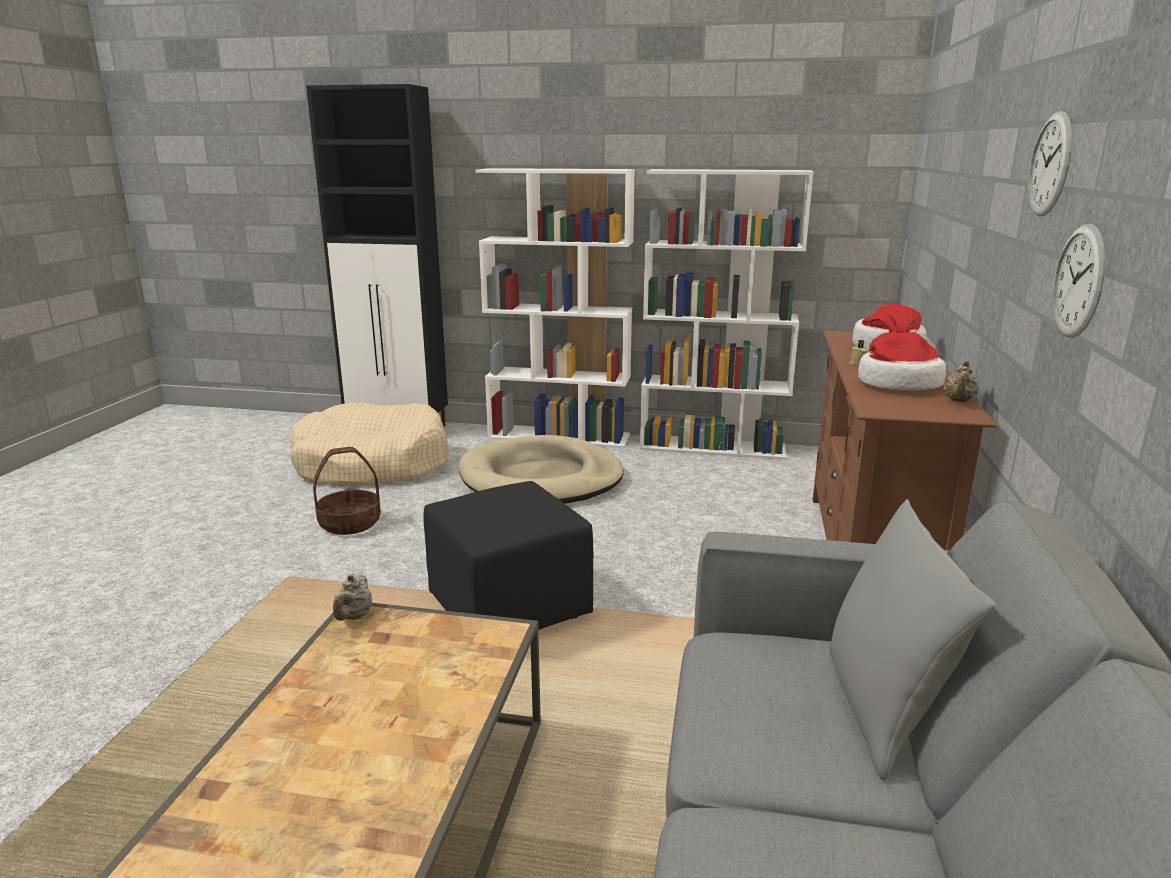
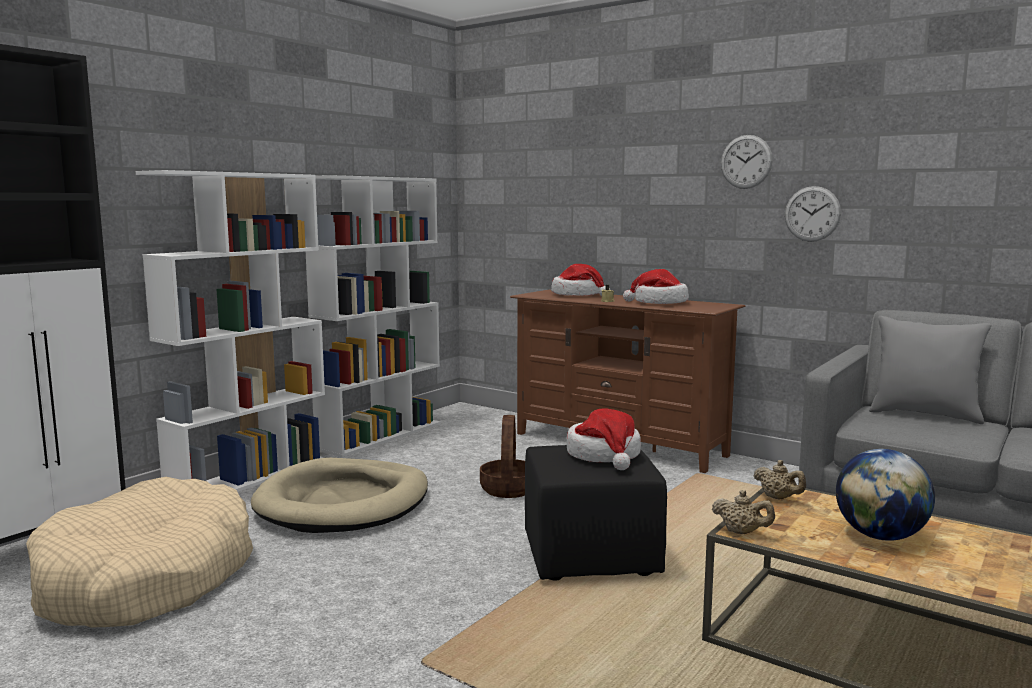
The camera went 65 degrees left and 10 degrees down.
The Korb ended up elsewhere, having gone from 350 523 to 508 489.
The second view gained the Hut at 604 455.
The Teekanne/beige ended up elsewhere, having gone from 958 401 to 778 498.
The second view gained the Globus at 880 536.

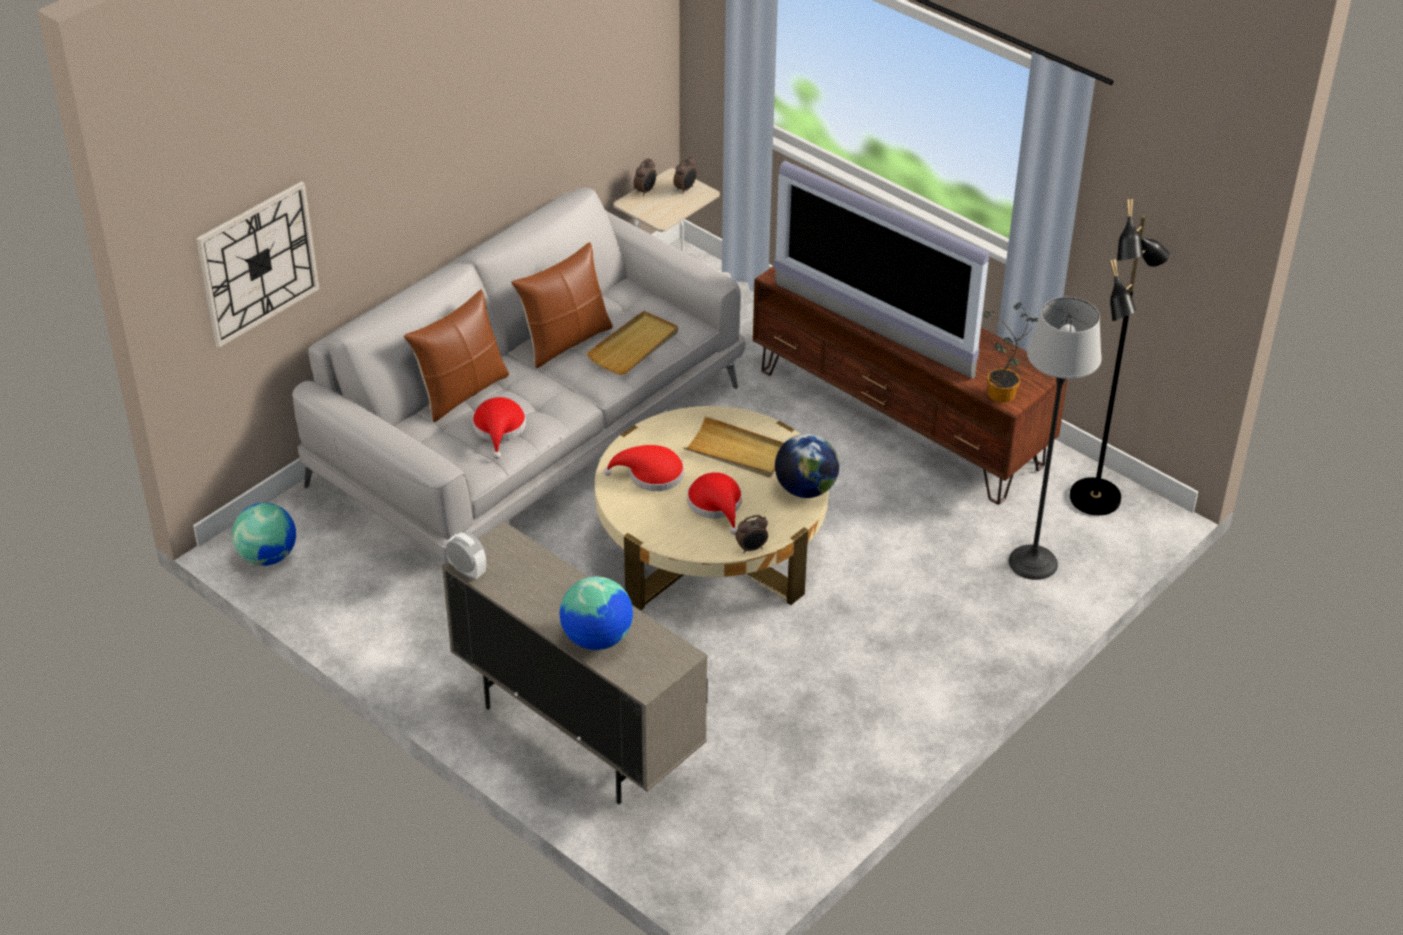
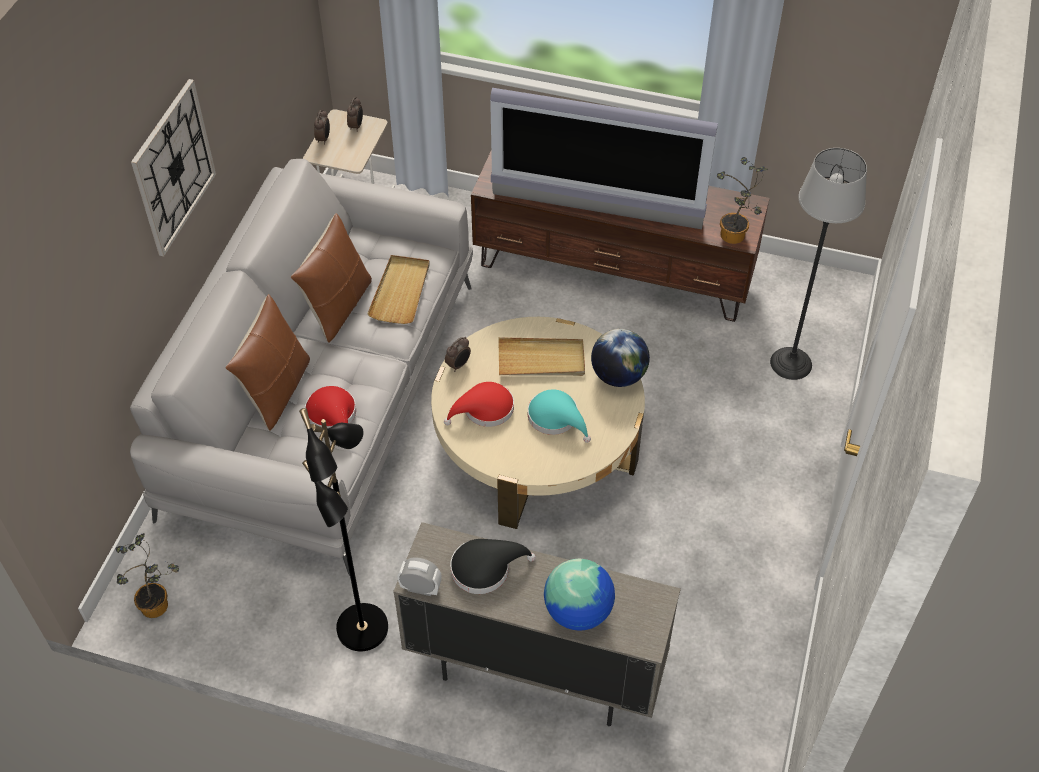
The camera went 25 degrees left and 10 degrees up.
Where the Globus stood at 268 556, the Topfpflanze came to stand at 159 606.
The Wanduhr ended up elsewhere, having gone from 258 263 to 173 167.
The Stehlampe/schwarz ended up elsewhere, having gone from 1096 499 to 364 629.
The Wecker ended up elsewhere, having gone from 752 548 to 458 365.
The second view gained the Hut/schwarz at 485 568.
What was the Hut/rot at 717 505 turned into the Hut/türkis at 556 418.

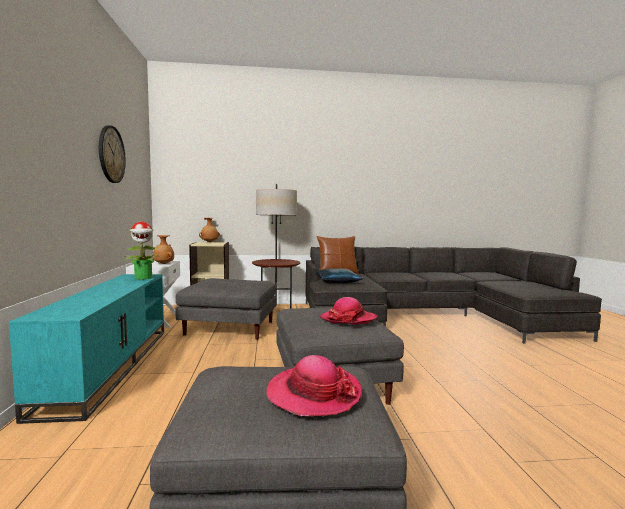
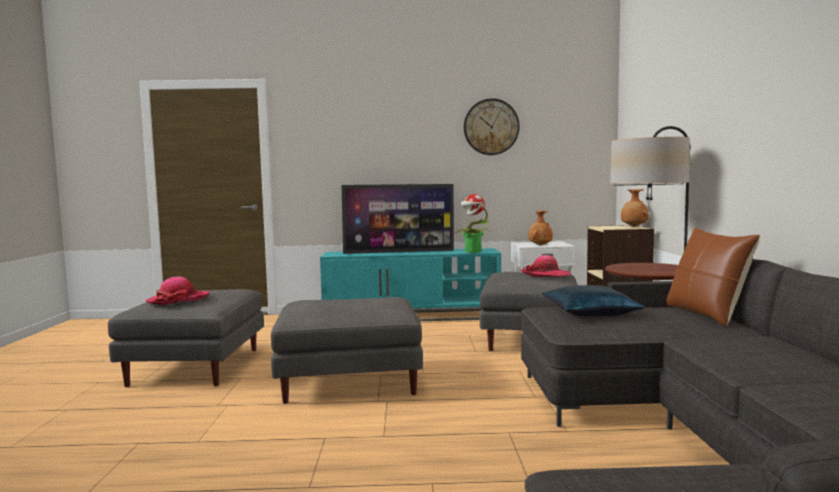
The camera went 95 degrees right and 0 degrees up.
The second view gained the Fernseher at 399 252.
The Hut ended up elsewhere, having gone from 348 319 to 545 275.

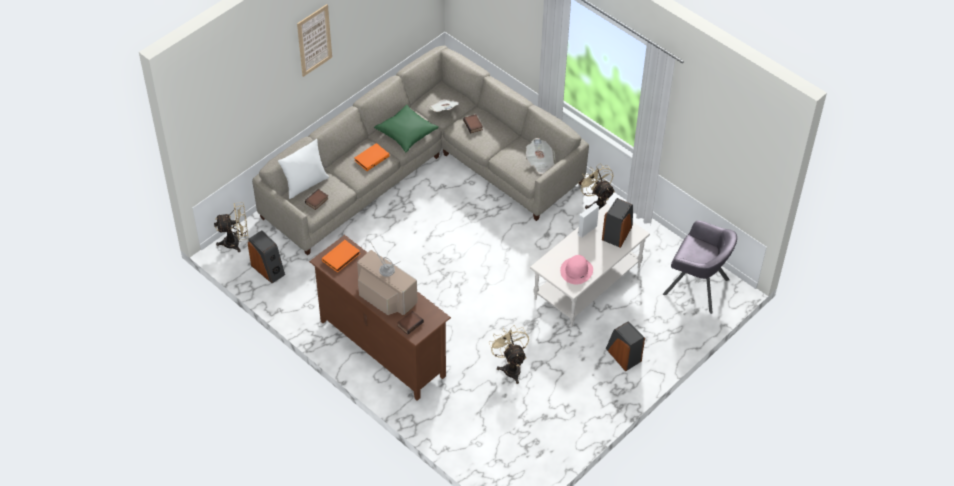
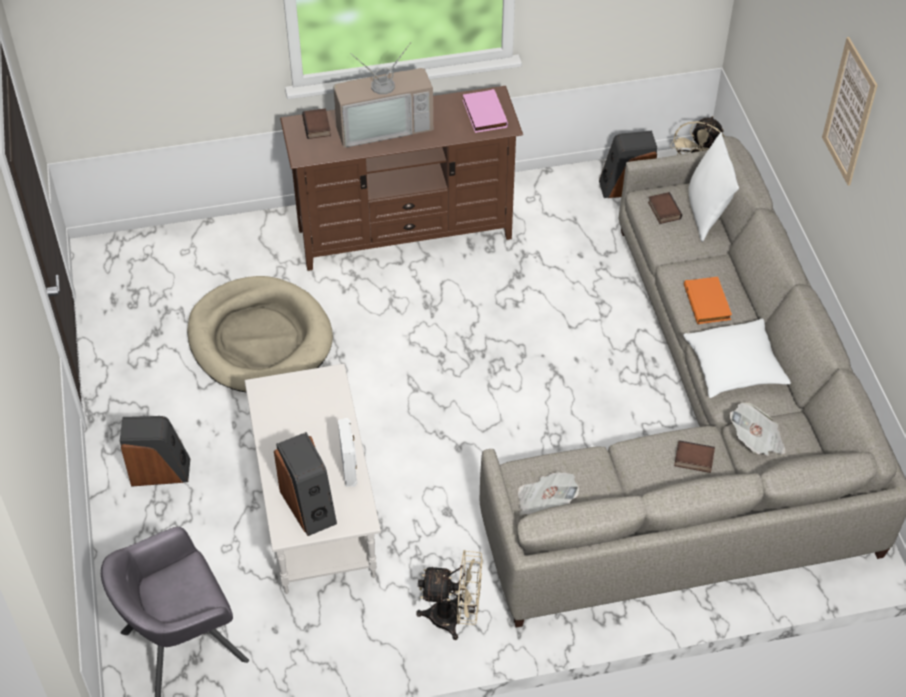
The camera went 125 degrees right and 0 degrees up.
Where the Ventilator/beige stood at 510 367, the Hundebett/beige came to stand at 260 339.
What was the Buch/orange at 341 258 turned into the Buch/rosa at 483 114.
What was the Kissen/grün at 406 133 turned into the Kissen/weiß at 734 367.
The second view lost the Hut/rosa at 576 271.

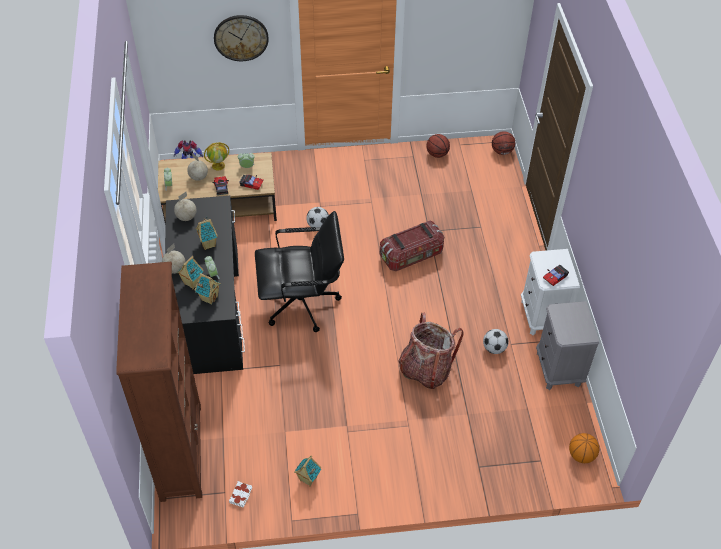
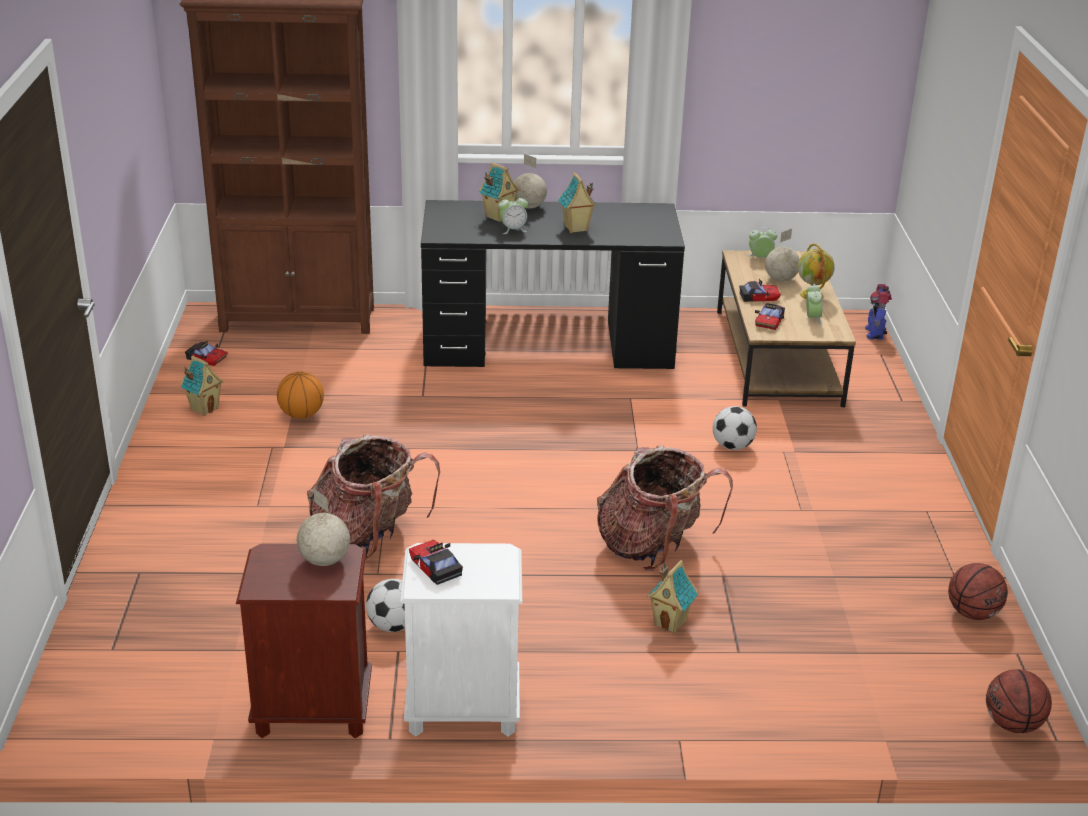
The camera went 95 degrees right and 20 degrees down.
Where the Buch/weiß stood at 241 495, the Spielzeugauto came to stand at 206 358.
What was the Nachttisch/grau at 558 369 turned into the Nachttisch/braun at 312 711.
The Basketball ended up elsewhere, having gone from 581 455 to 301 415.
The Globus ended up elsewhere, having gone from 187 217 to 324 561.
Where the Aufbewahrungsbox stood at 412 255, the Rucksack came to stand at 653 547.
The Spielzeughaus ended up elsewhere, having gone from 209 298 to 671 623.
The second view lost the Wanduhr at 241 37.
The second view lost the Bürostuhl/schwarz at 302 304.

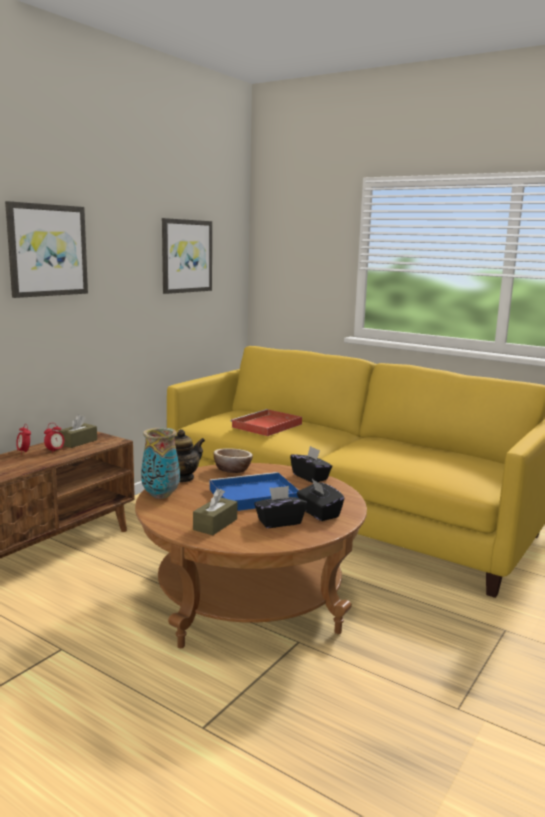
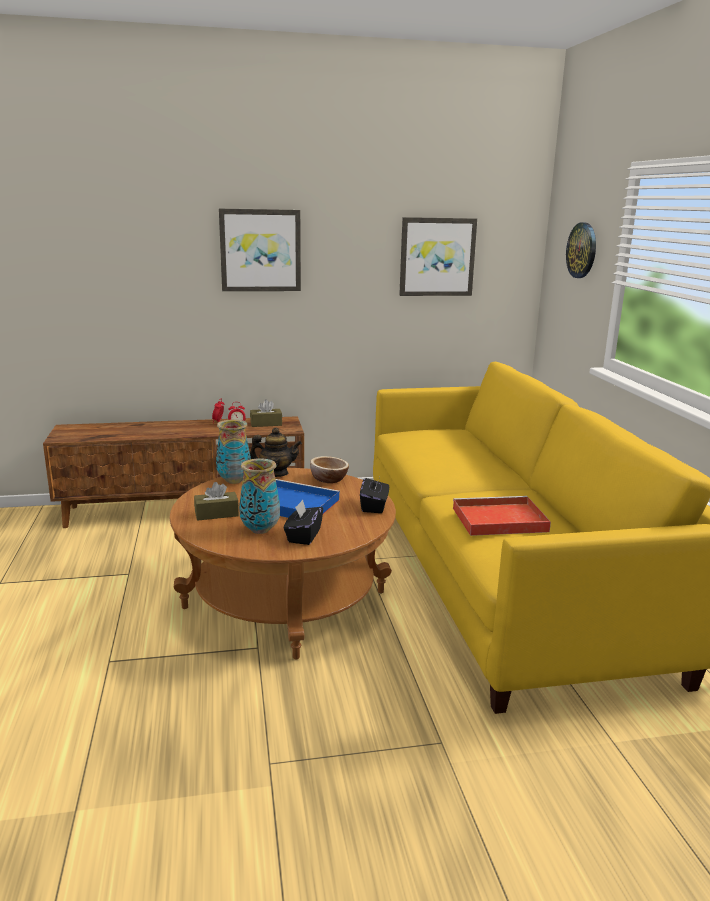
The camera went 45 degrees right and 5 degrees up.
Where the Taschentuchbox/schwarz stood at 279 522, the Vase came to stand at 259 530.
The Tablett/rot ended up elsewhere, having gone from 266 426 to 497 520.
The second view gained the Wanduhr at 582 250.

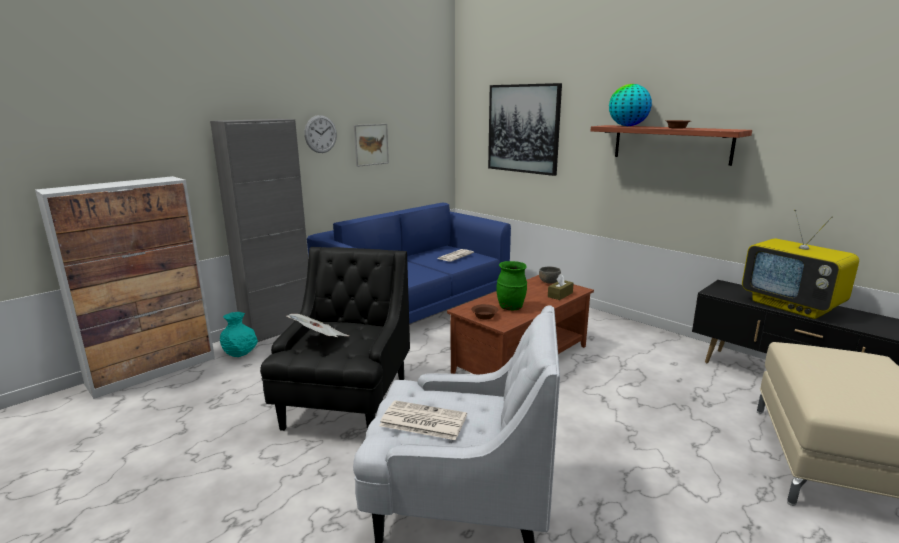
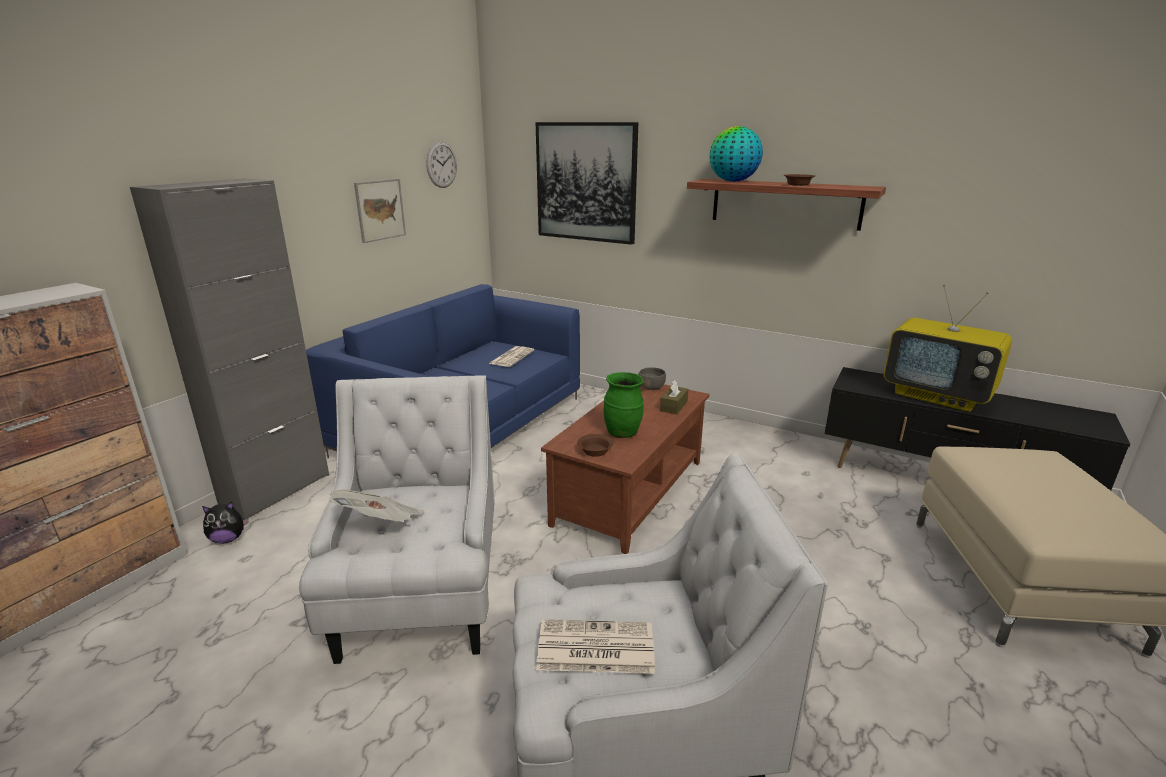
The camera went 15 degrees left and 5 degrees up.
Where the Vase/türkis stood at 240 353, the Plüschtier came to stand at 228 539.
What was the Sessel/schwarz at 346 403 turned into the Sessel/weiß at 420 599.
The Wanduhr ended up elsewhere, having gone from 320 134 to 441 164.

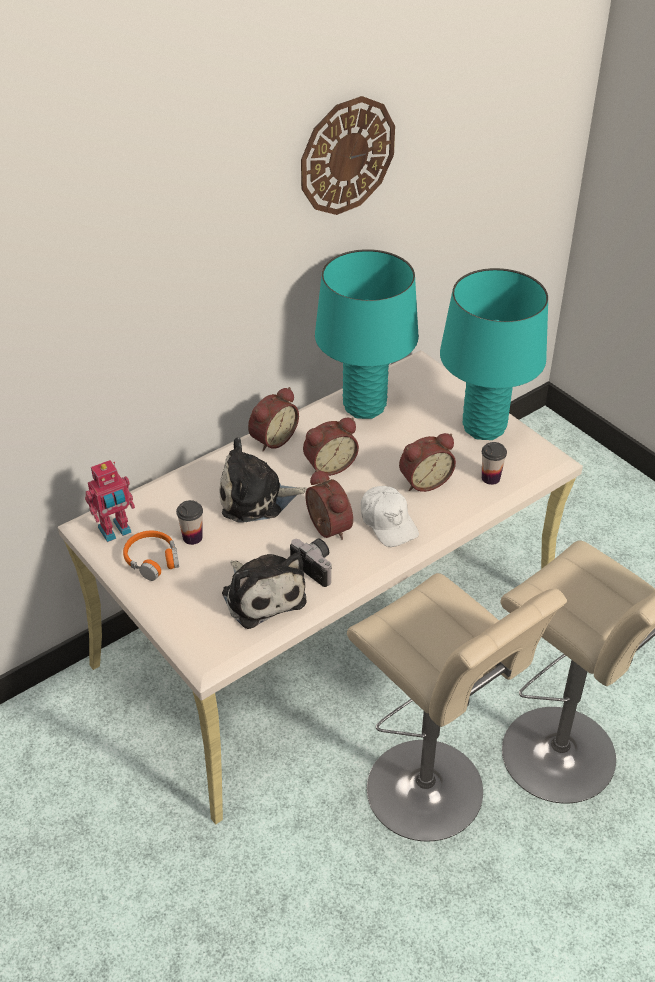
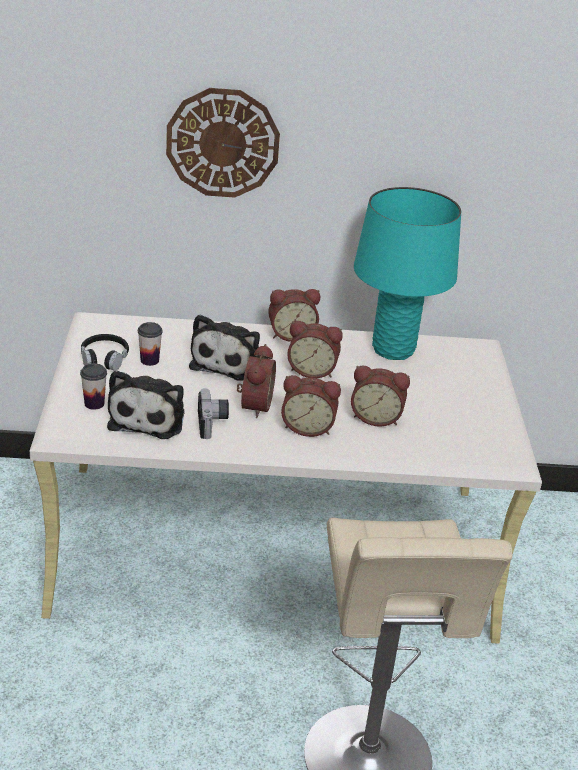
The camera went 35 degrees right and 10 degrees down.
The Tasse ended up elsewhere, having gone from 490 478 to 94 404.
What was the Kopfhörer/orange at 152 560 turned into the Kopfhörer/schwarz at 104 358.
The Wanduhr ended up elsewhere, having gone from 347 156 to 222 143.
The Plüschtier at 256 498 ended up facing another way, 105 degrees counterclockwise from before.
Where the Kappe/weiß stood at 388 522, the Wecker came to stand at 308 427.
The second view lost the Spielzeugroboter at 115 531.
The second view lost the Hocker/beige at 431 795.
The second view lost the Tischlampe/türkis at 483 427.

